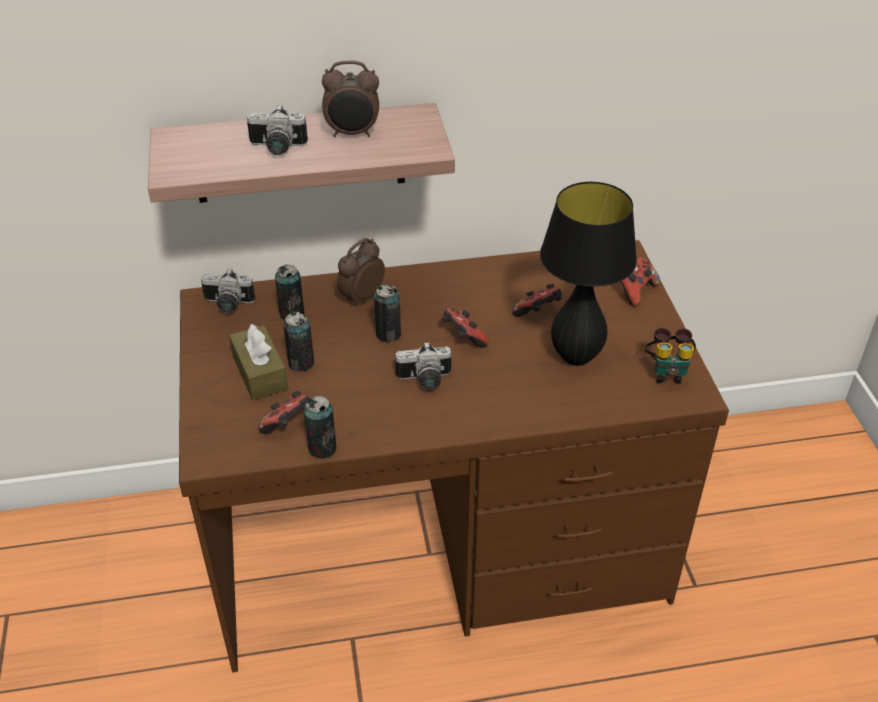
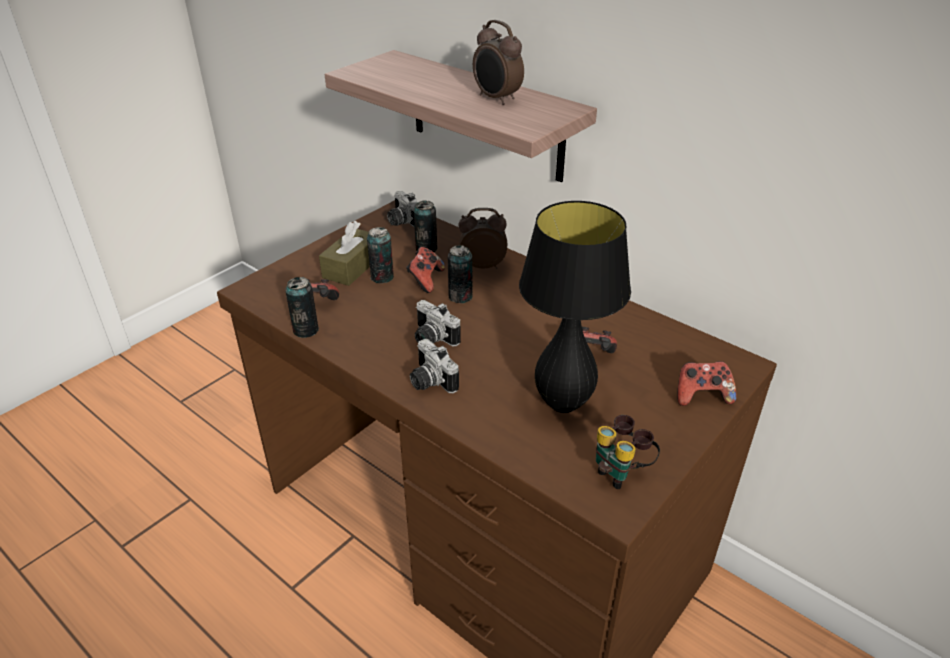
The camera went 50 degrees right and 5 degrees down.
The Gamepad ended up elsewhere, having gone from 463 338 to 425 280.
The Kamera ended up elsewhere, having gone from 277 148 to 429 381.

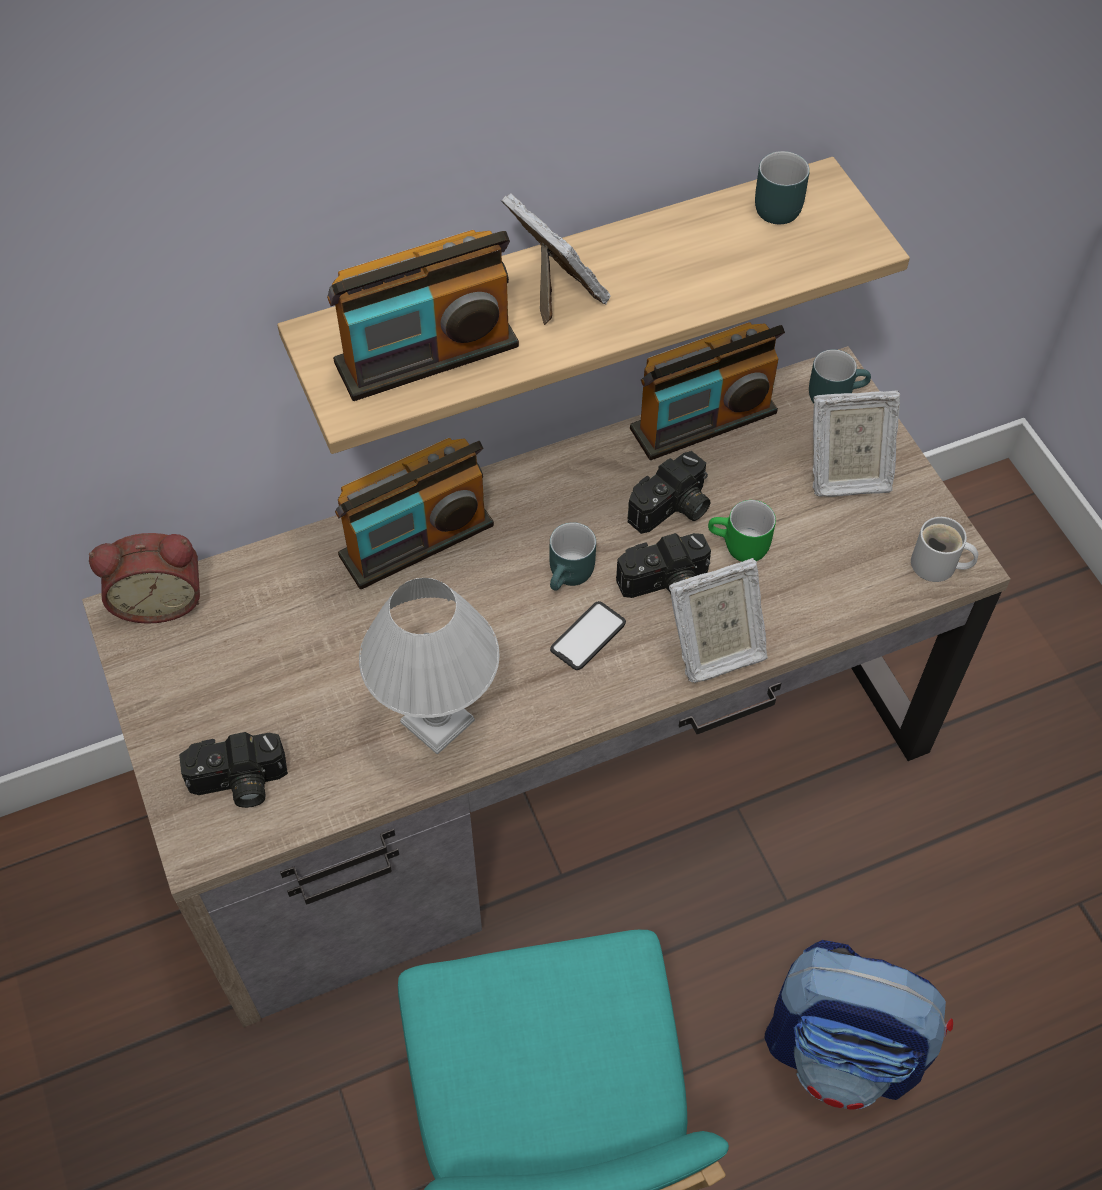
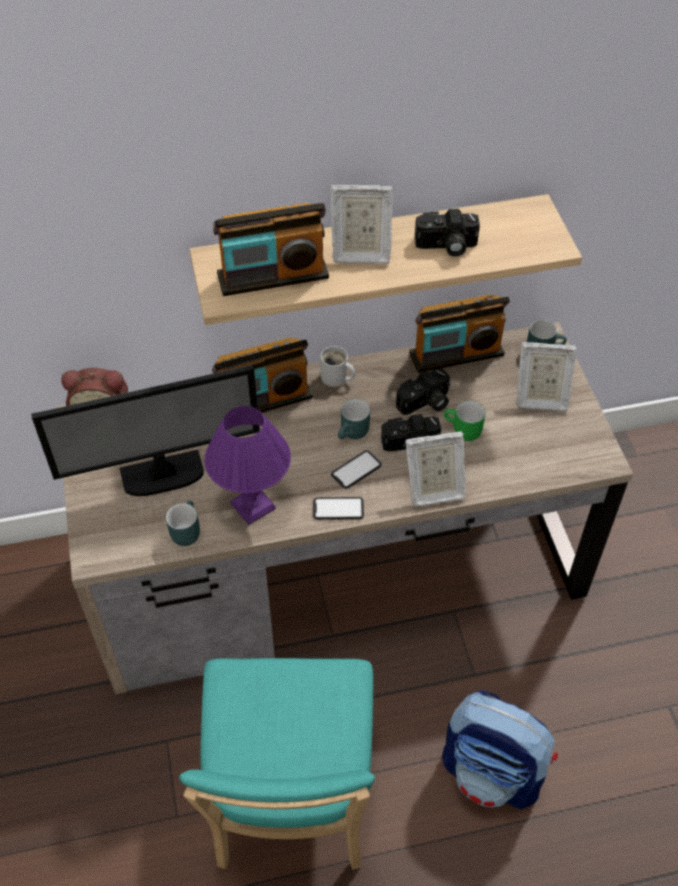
The camera went 10 degrees right and 5 degrees down.
The second view gained the Monitor at 163 476.
The Henkelbecher/türkis ended up elsewhere, having gone from 773 204 to 184 530.
What was the Tischlampe/weiß at 437 723 turned into the Tischlampe/lila at 252 507.
The second view gained the Handy at 338 509.
The Henkelbecher/weiß ended up elsewhere, having gone from 937 566 to 336 378.
The Bilderrahmen at 558 294 ended up facing another way, 120 degrees clockwise from before.
The Kamera ended up elsewhere, having gone from 238 784 to 446 246.

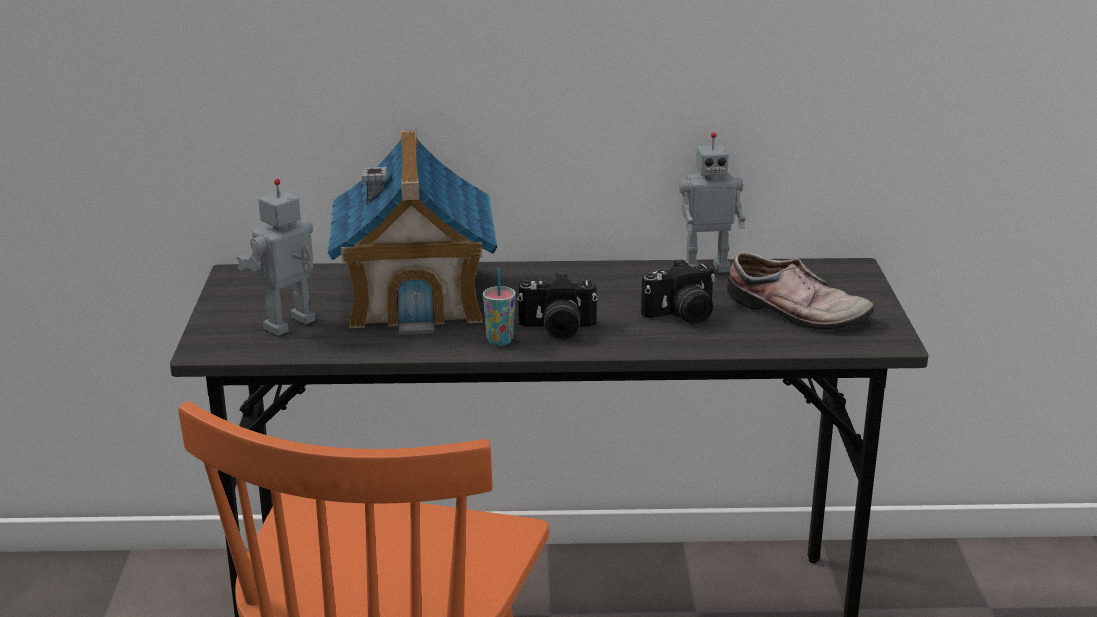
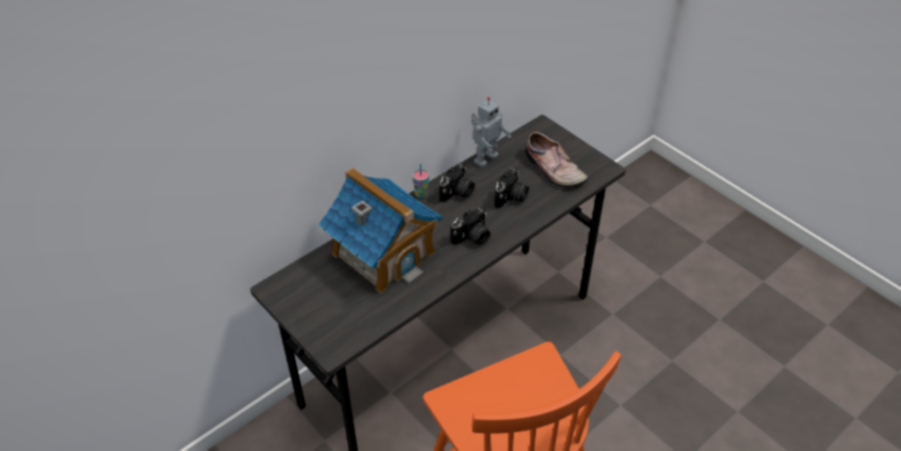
The camera went 40 degrees left and 20 degrees up.
The Tasse ended up elsewhere, having gone from 499 341 to 421 194.
The second view gained the Kamera at 457 193.
The Schuh at 795 313 ended up facing another way, 60 degrees clockwise from before.
The second view lost the Spielzeugroboter at 291 326.

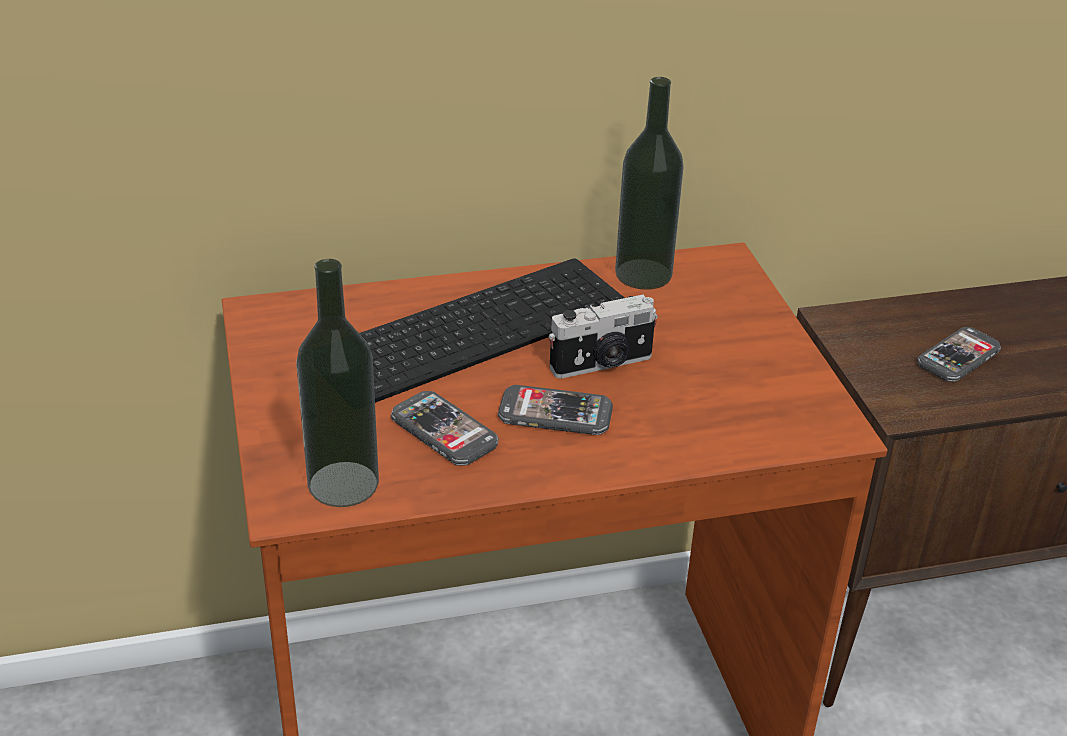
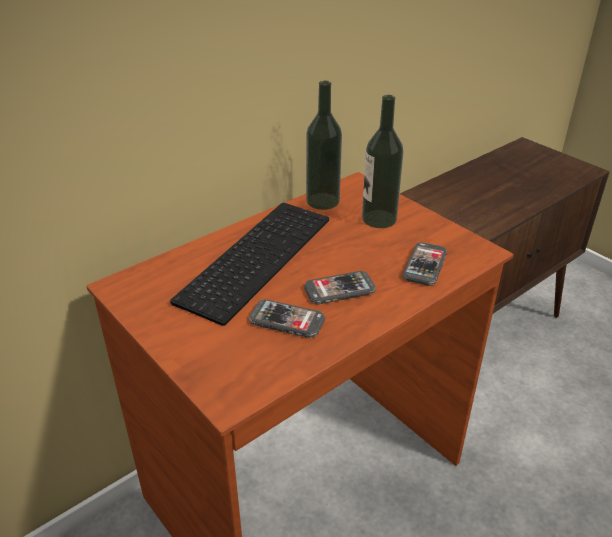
The camera went 25 degrees left and 0 degrees up.
The Flasche ended up elsewhere, having gone from 343 484 to 379 219.
The Handy ended up elsewhere, having gone from 958 357 to 424 265.
The second view lost the Kamera at 602 364.

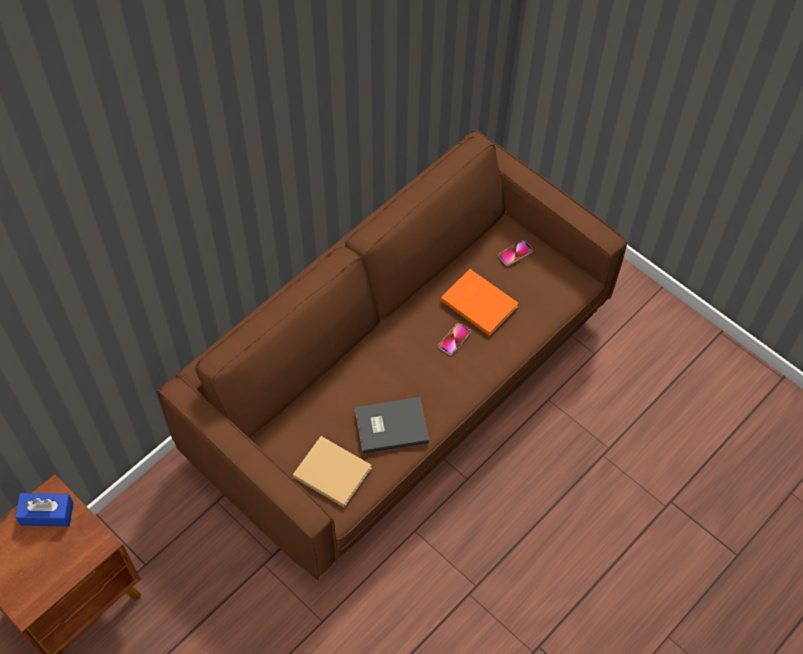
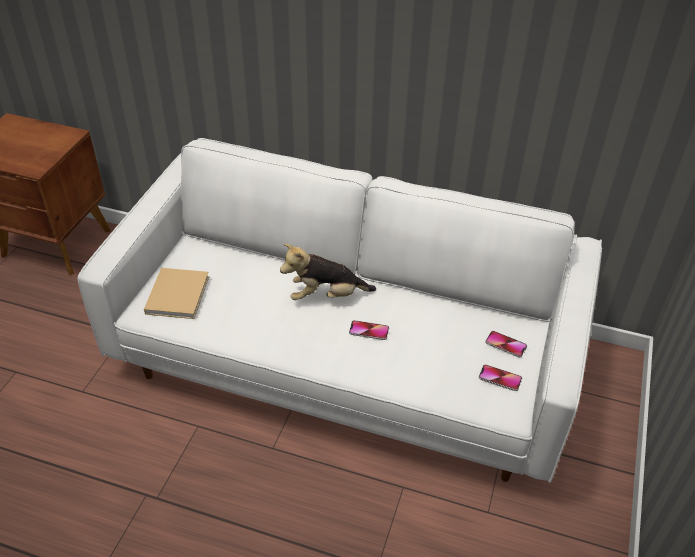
The camera went 65 degrees right and 15 degrees down.
What was the Sofa/braun at 400 385 turned into the Sofa/weiß at 345 361.
The second view gained the Plüschtier at 326 296.
The second view gained the Handy at 500 378.
The second view lost the Taschentuchbox/blau at 47 513.
The second view lost the Buch/grau at 390 425.
The second view lost the Buch/orange at 479 302.

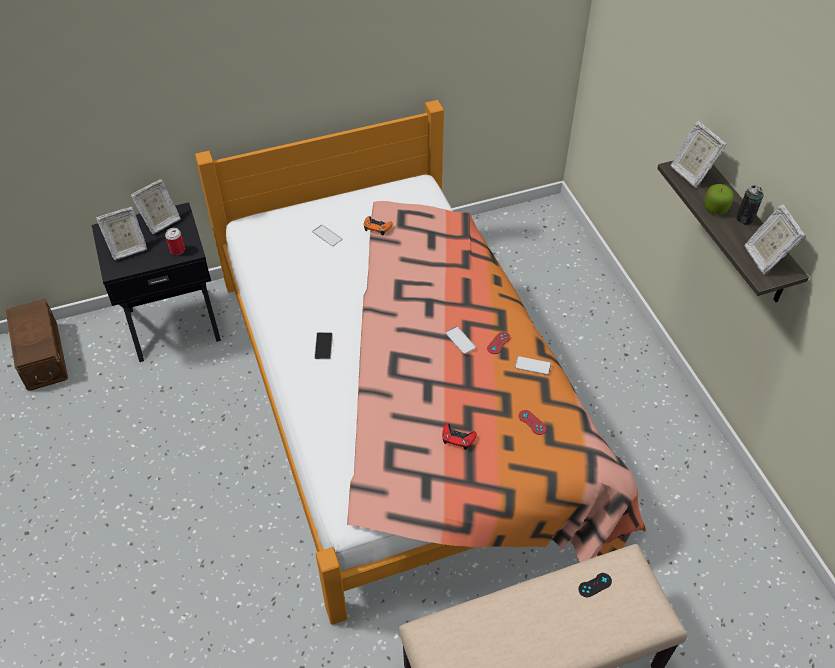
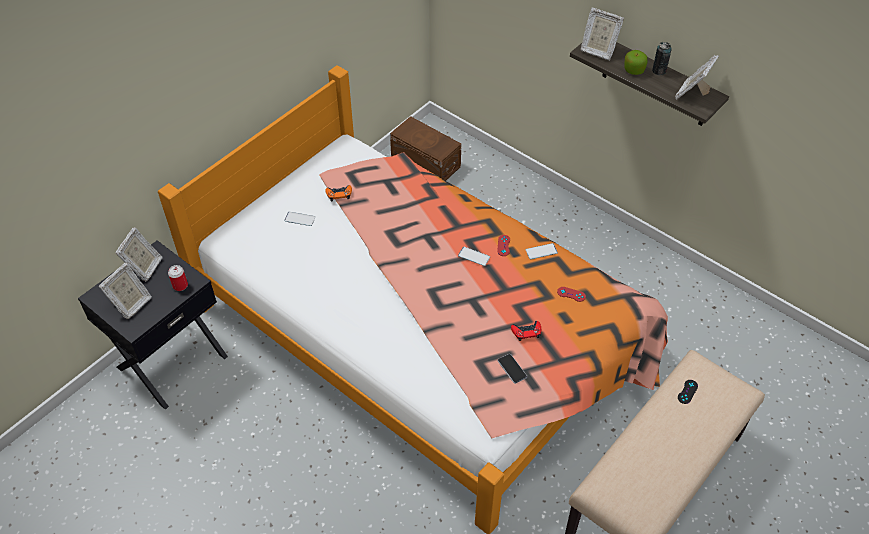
The camera went 30 degrees left and 0 degrees up.
The Aufbewahrungsbox/braun ended up elsewhere, having gone from 41 357 to 425 162.
The Handy ended up elsewhere, having gone from 323 346 to 512 369.
The Bilderrahmen at 765 257 ended up facing another way, 75 degrees clockwise from before.

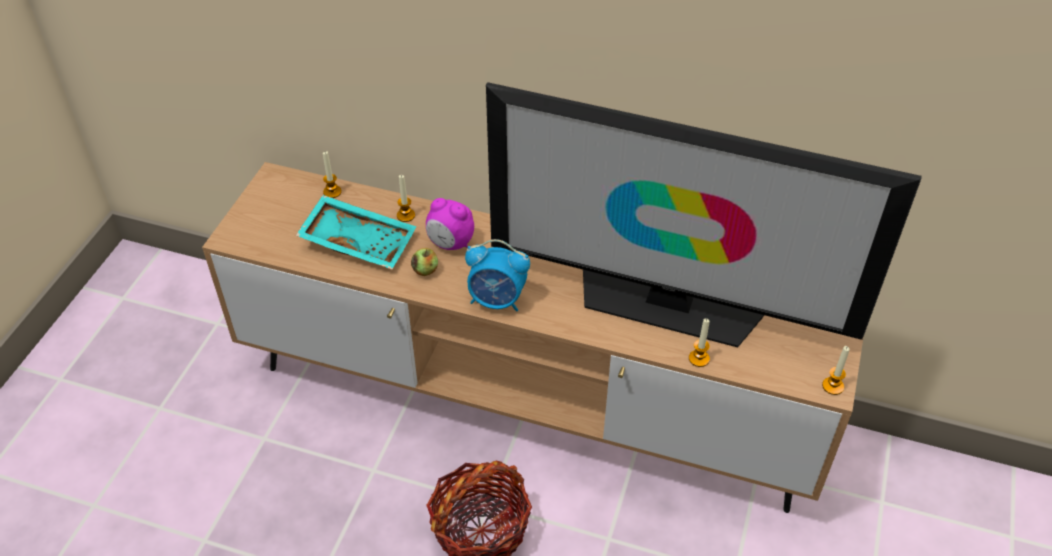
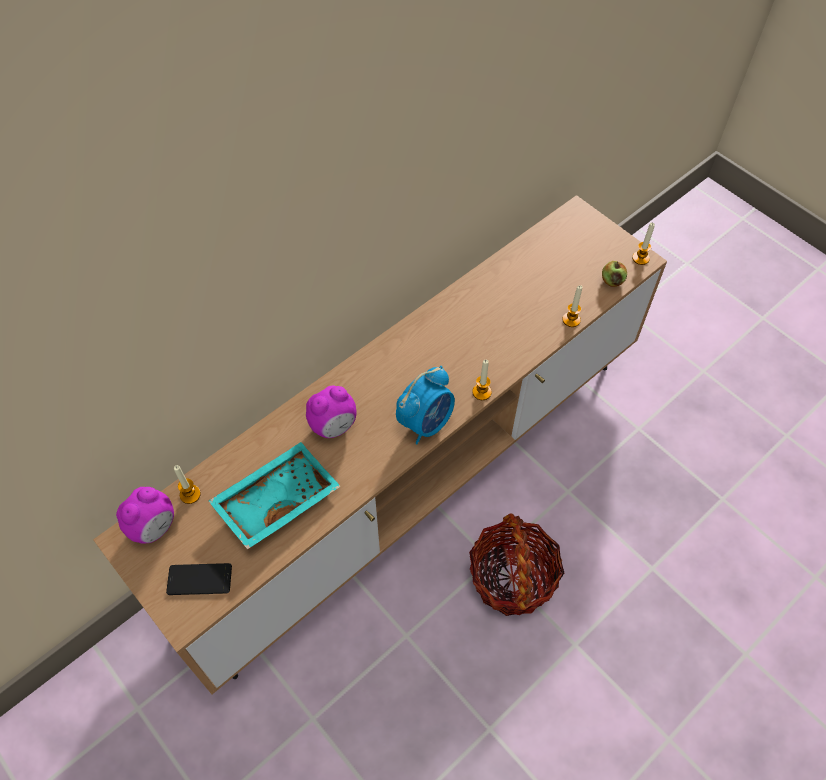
The camera went 60 degrees left and 10 degrees up.
The second view gained the Wecker at 154 527.
The second view gained the Handy at 199 579.
The Kerze ended up elsewhere, having gone from 405 215 to 481 392.
The Apfel ended up elsewhere, having gone from 425 270 to 612 281.
The second view lost the Fernseher at 668 303.

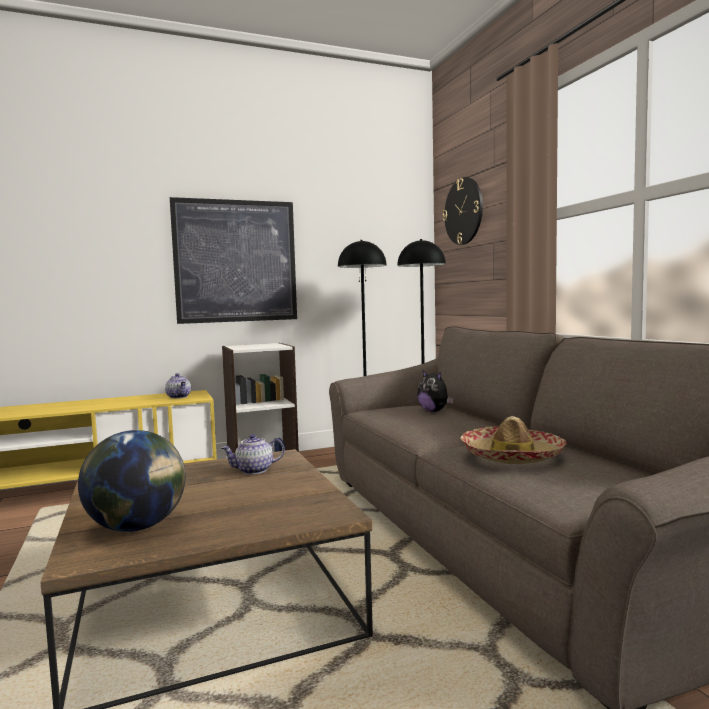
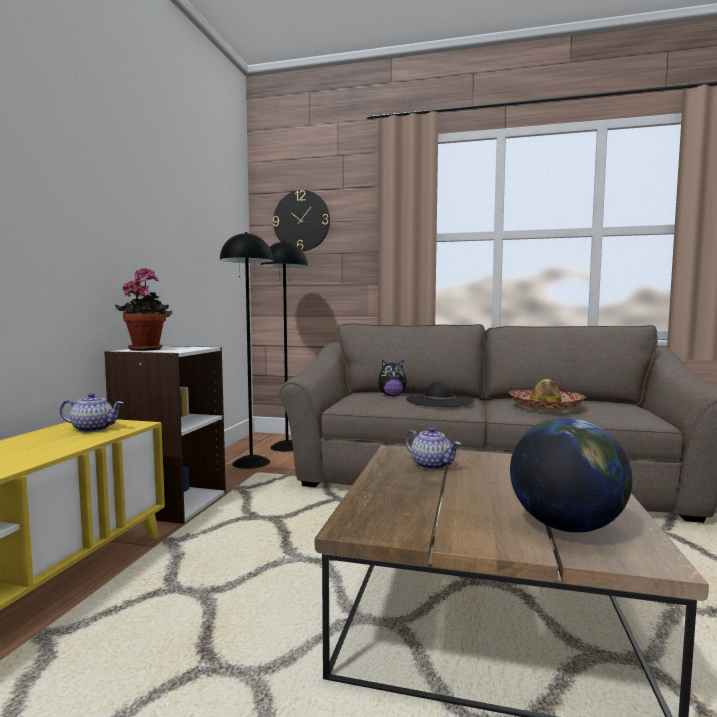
The camera went 55 degrees left and 0 degrees up.
The second view gained the Topfpflanze at 147 349.
The Teekanne at 254 470 ended up facing another way, 60 degrees counterclockwise from before.
The second view gained the Hut/schwarz at 439 400.
The second view lost the Bild at 236 261.

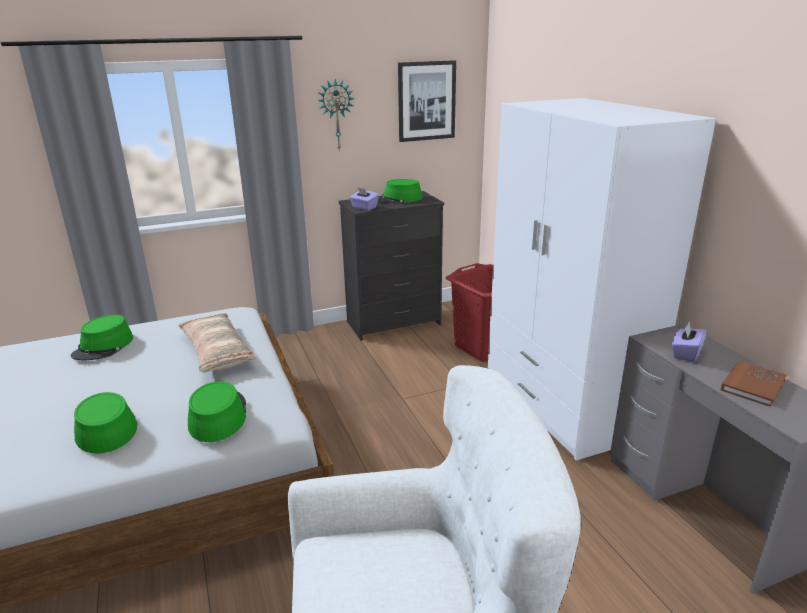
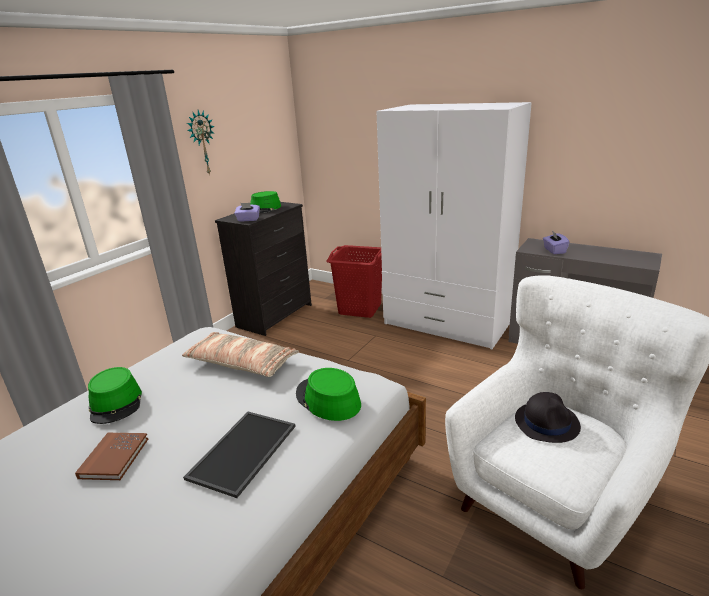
The camera went 35 degrees left and 0 degrees up.
The Buch/braun ended up elsewhere, having gone from 752 385 to 114 458.
Where the Hut/grün stood at 105 428, the Tablett came to stand at 244 452.
The second view gained the Hut/schwarz at 547 422.
The second view lost the Bild at 426 101.

